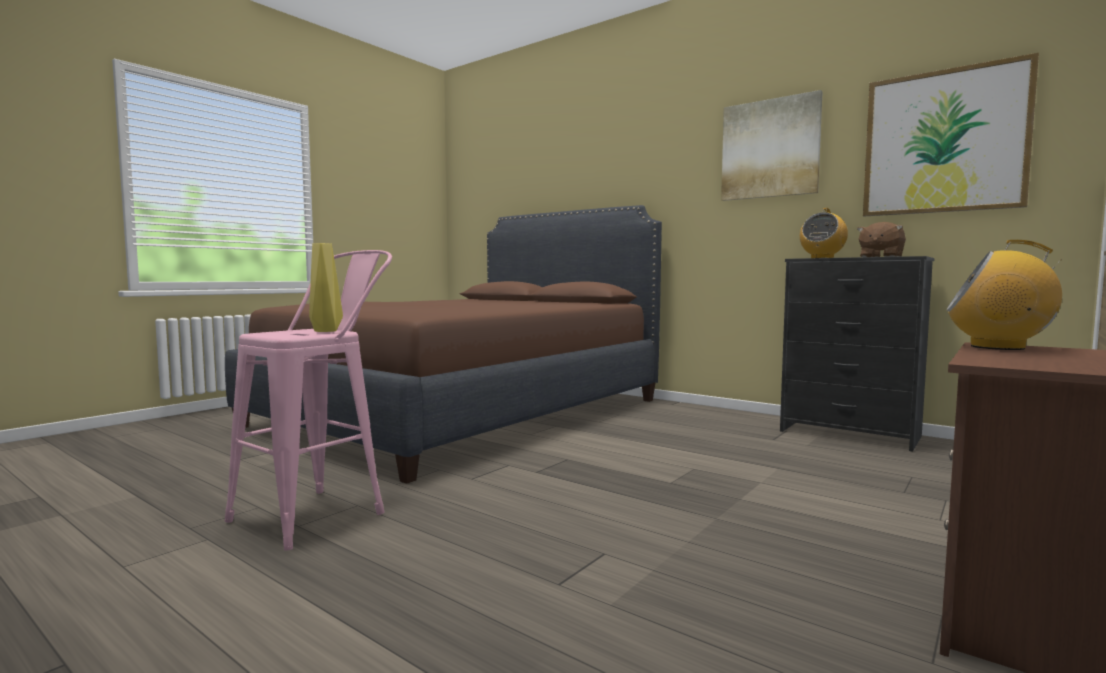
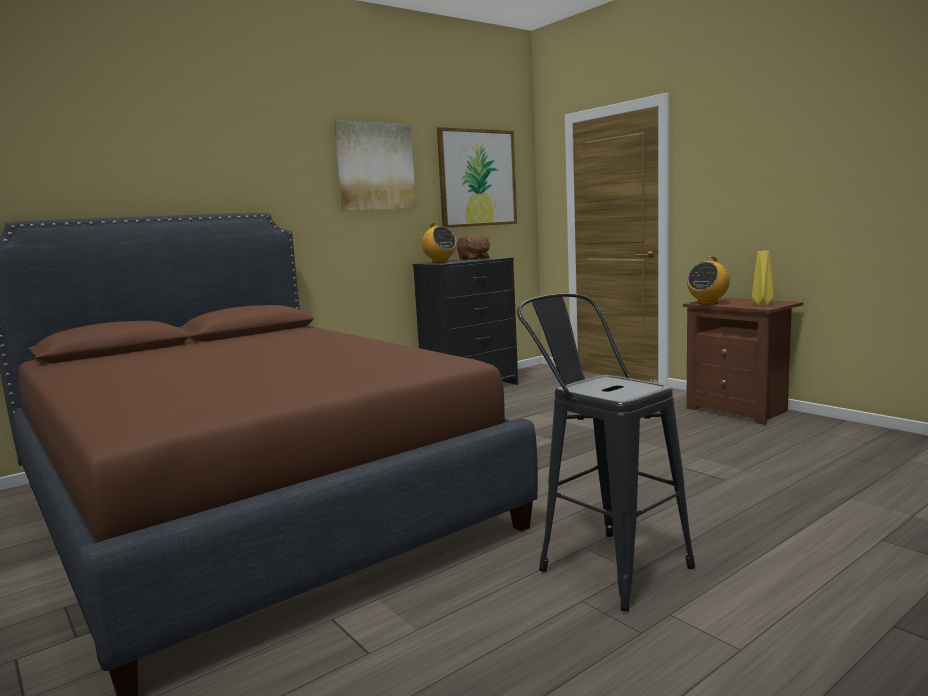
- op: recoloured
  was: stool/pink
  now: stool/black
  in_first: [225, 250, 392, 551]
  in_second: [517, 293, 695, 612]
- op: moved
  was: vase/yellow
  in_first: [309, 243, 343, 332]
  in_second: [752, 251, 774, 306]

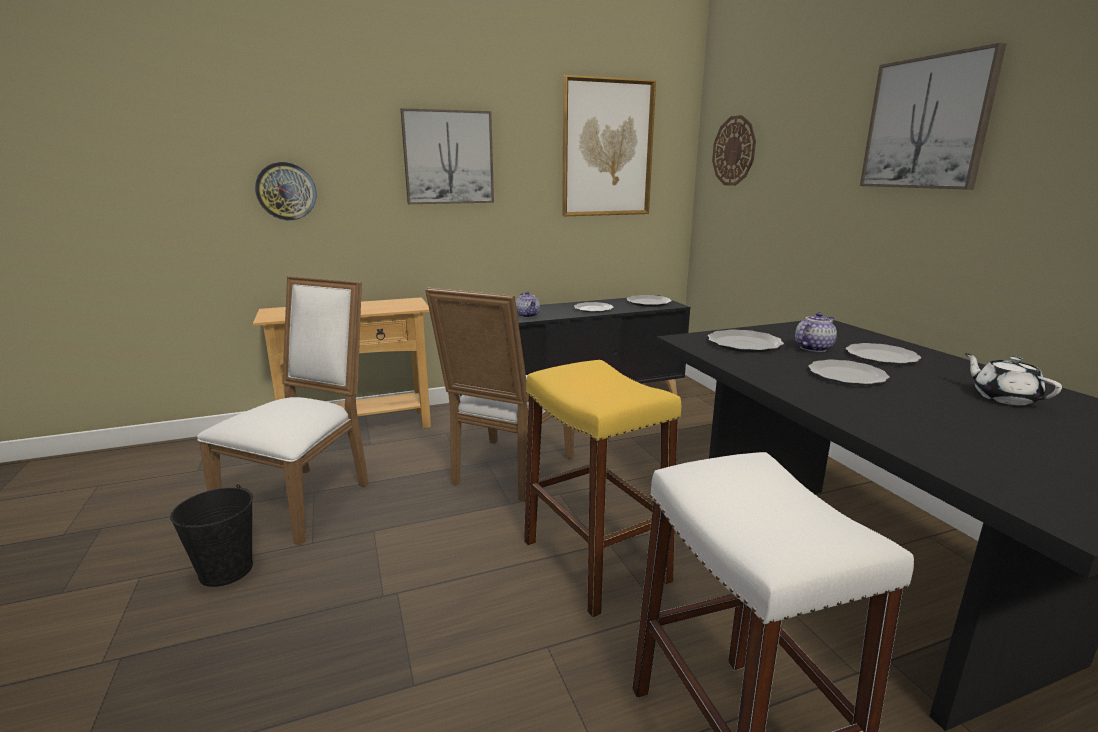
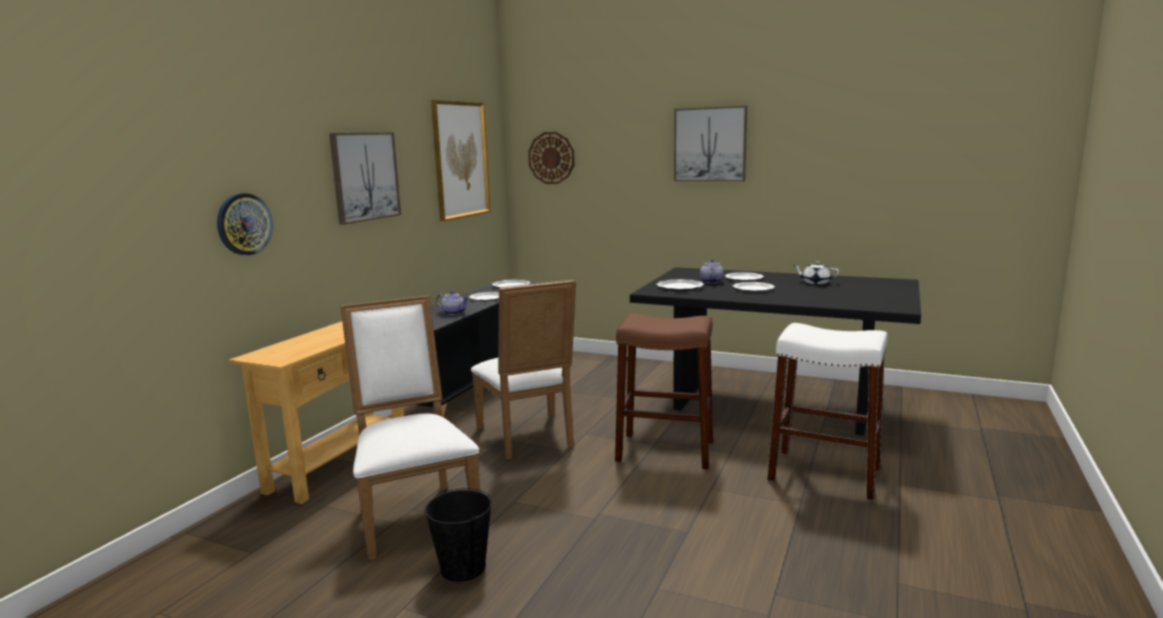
- op: recoloured
  was: stool/yellow
  now: stool/brown
  in_first: [524, 360, 681, 617]
  in_second: [615, 313, 713, 470]

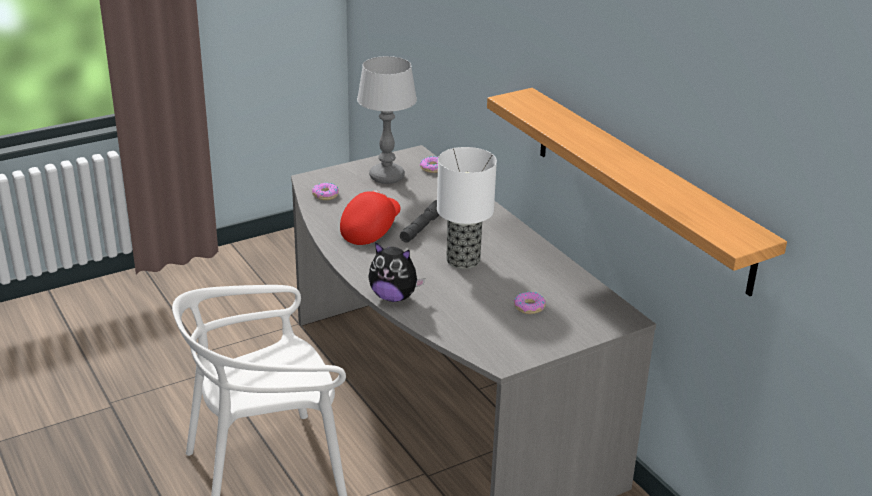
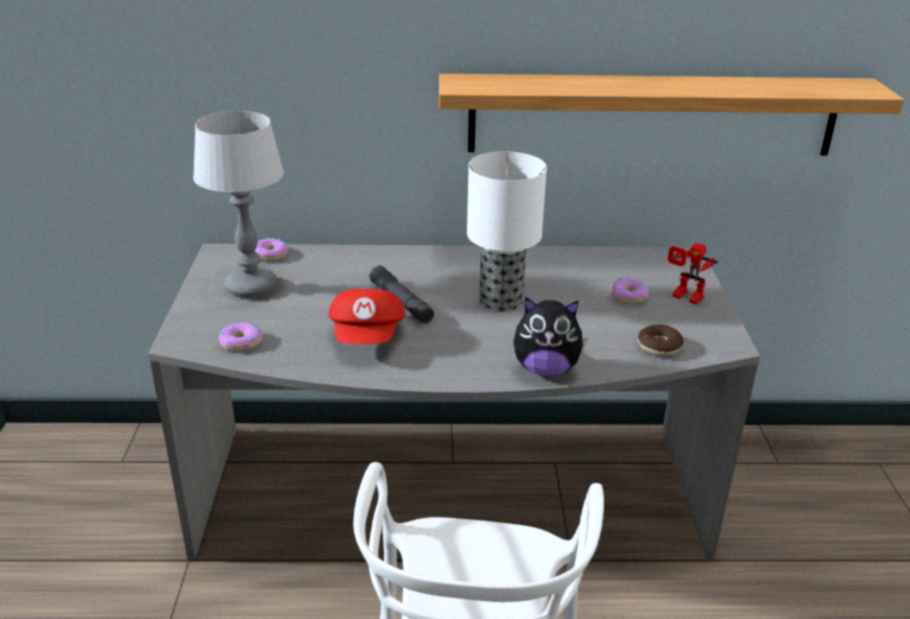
- op: turned
  was: cap/red
  in_first: [340, 190, 401, 245]
  in_second: [328, 289, 406, 344]
  clockwise: -150
- op: turned
  was: plush toy
  in_first: [368, 242, 425, 302]
  in_second: [513, 297, 588, 377]
  clockwise: 45
- op: added
  now: donut
  in_second: [638, 324, 684, 357]
- op: added
  now: toy robot
  in_second: [668, 243, 718, 305]

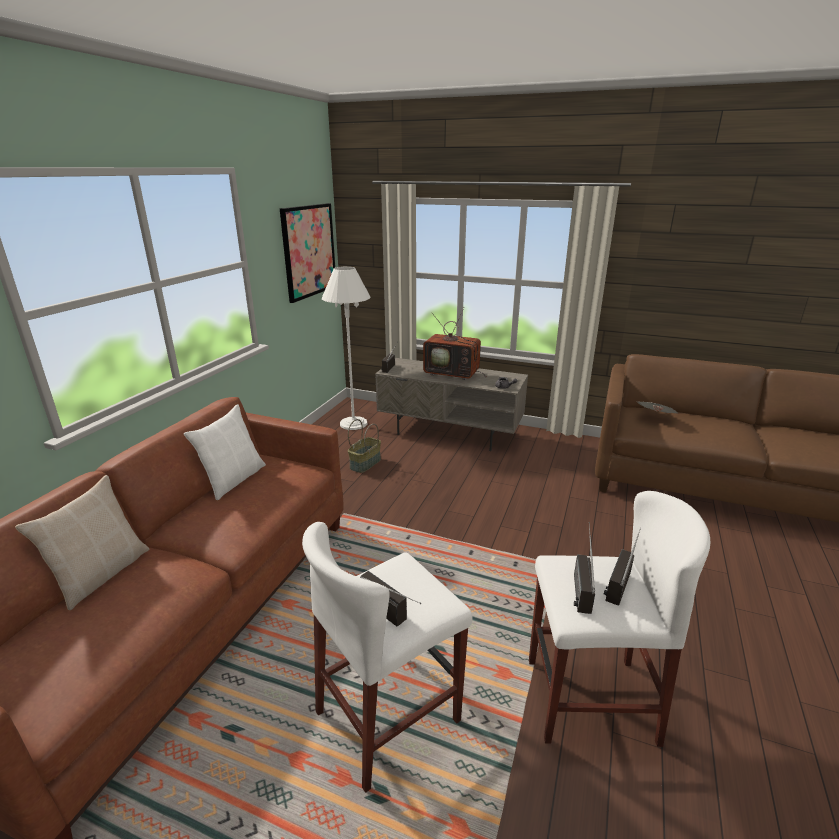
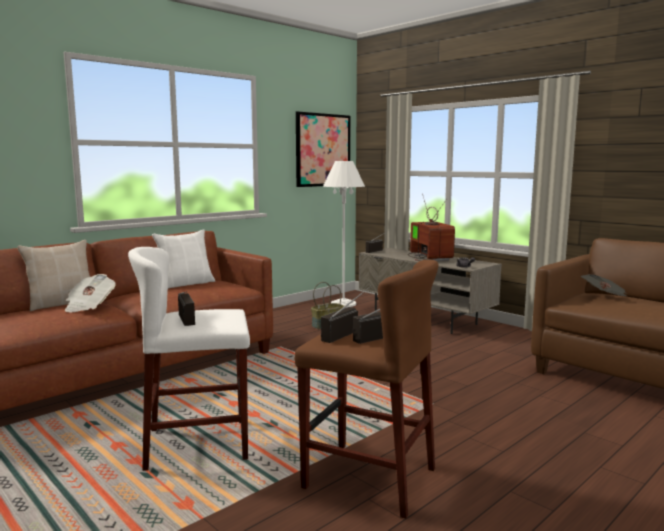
- op: turned
  was: television
  in_first: [423, 308, 487, 380]
  in_second: [408, 196, 455, 261]
  clockwise: -150
- op: recoloured
  was: stool/white
  now: stool/brown
  in_first: [529, 491, 710, 747]
  in_second: [294, 260, 438, 519]
- op: added
  now: newspaper
  in_second: [65, 274, 116, 312]

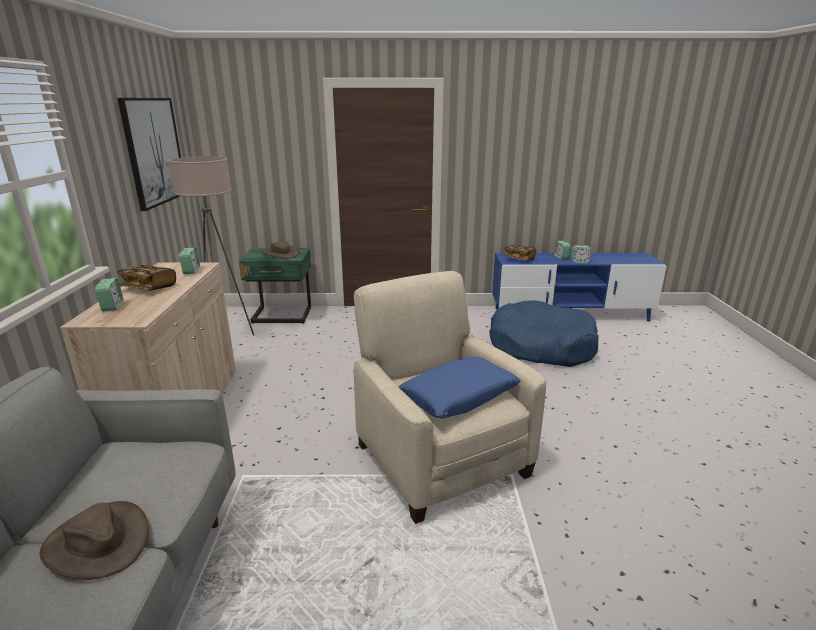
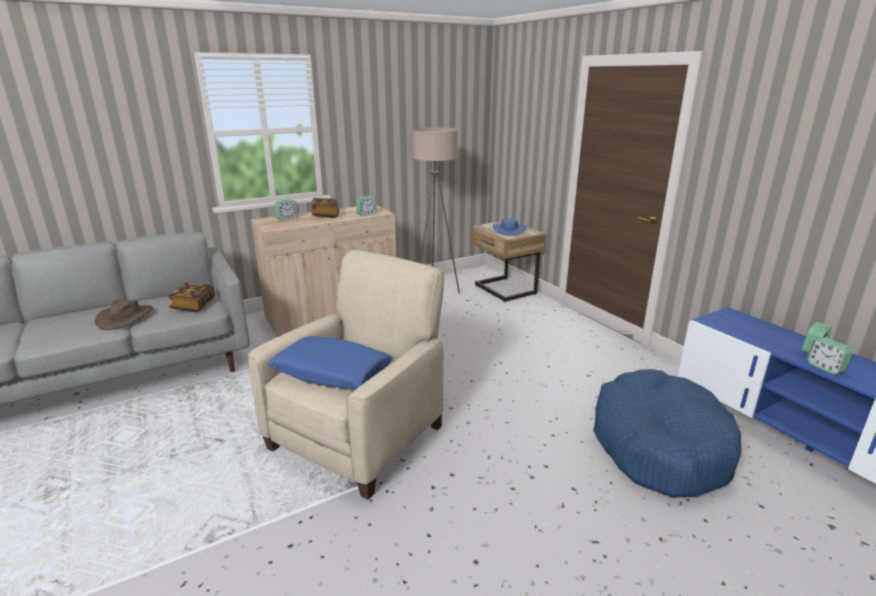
- op: removed
  was: picture
  in_first: [117, 98, 181, 211]
- op: recoloured
  was: nightstand/green
  now: nightstand/beige
  in_first: [239, 248, 311, 324]
  in_second: [472, 221, 545, 302]
- op: recoloured
  was: hat/brown
  now: hat/blue
  in_first: [261, 241, 299, 258]
  in_second: [493, 218, 526, 236]
- op: moved
  was: book
  in_first: [503, 244, 536, 261]
  in_second: [168, 283, 215, 312]

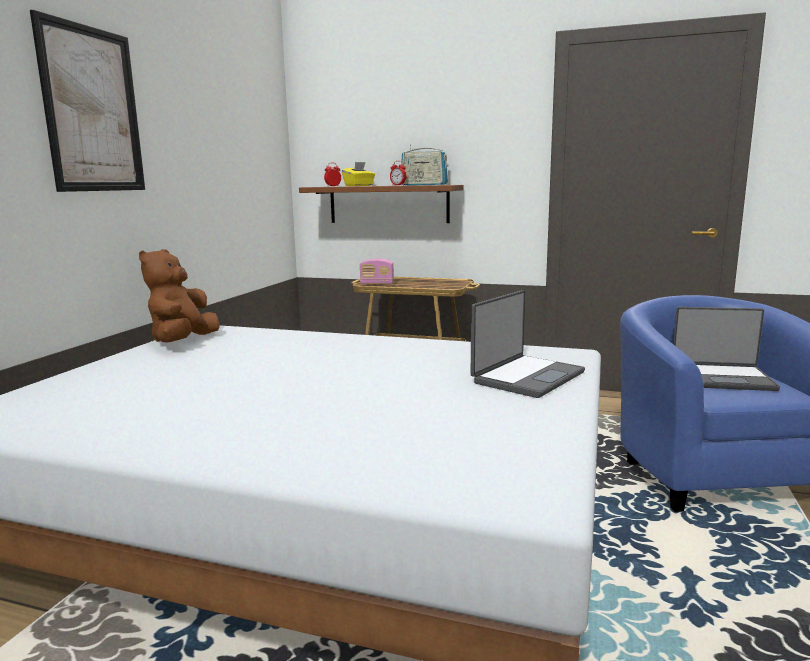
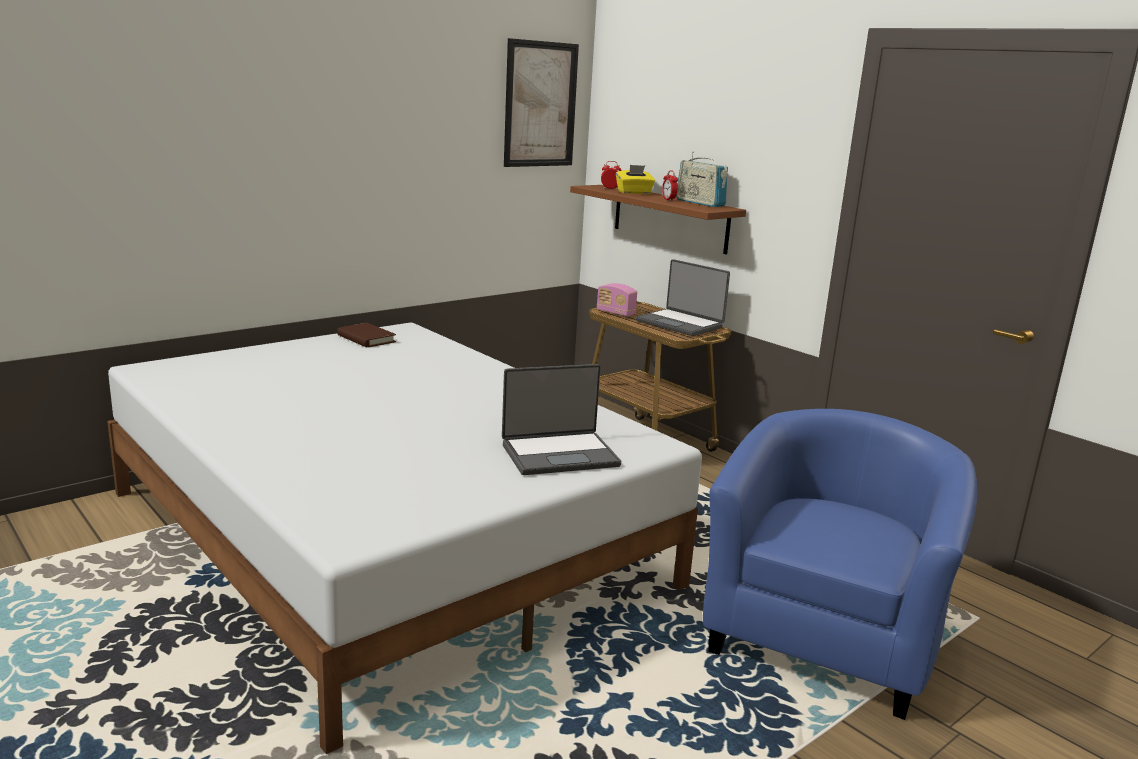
- op: moved
  was: picture
  in_first: [30, 10, 145, 192]
  in_second: [504, 38, 579, 167]
- op: replaced
  was: plush toy/brown
  now: book/brown
  in_first: [139, 249, 220, 343]
  in_second: [337, 323, 396, 348]
- op: moved
  was: laptop
  in_first: [673, 307, 780, 391]
  in_second: [636, 259, 730, 336]

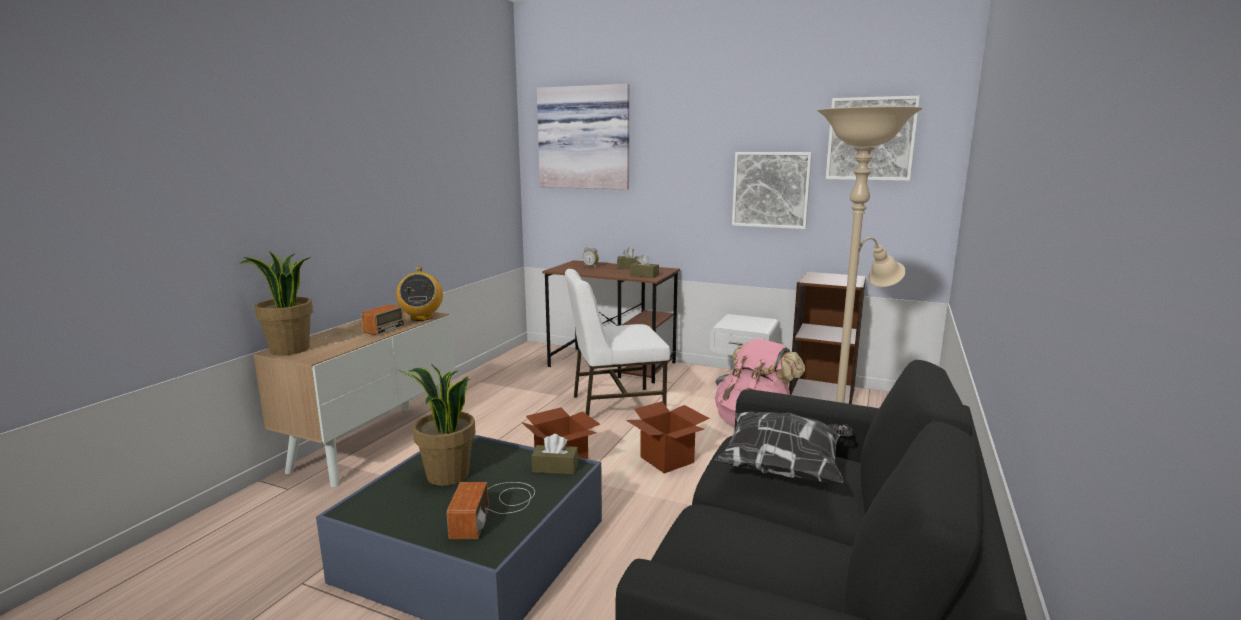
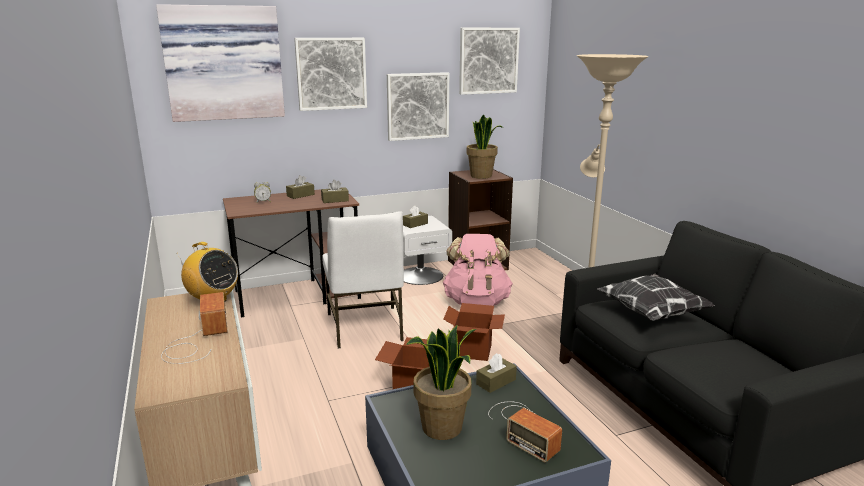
- op: moved
  was: potted plant
  in_first: [240, 251, 313, 355]
  in_second: [467, 115, 503, 179]
- op: turned
  was: chair/white
  in_first: [565, 269, 670, 416]
  in_second: [322, 211, 404, 348]
  clockwise: -45
- op: added
  now: picture
  in_second: [294, 38, 367, 111]
- op: added
  now: tissue box/brown
  in_second: [403, 206, 428, 228]

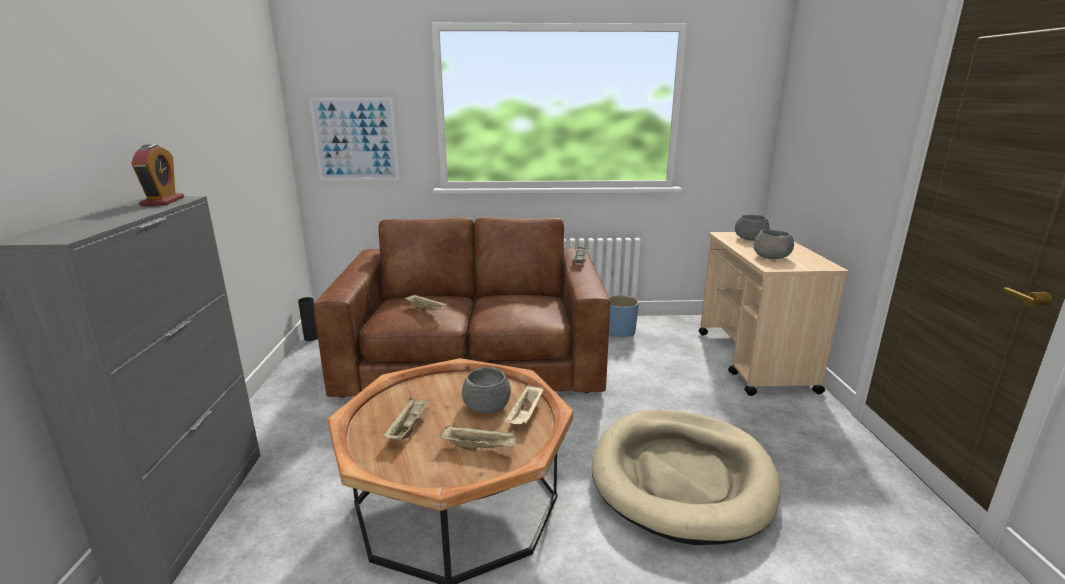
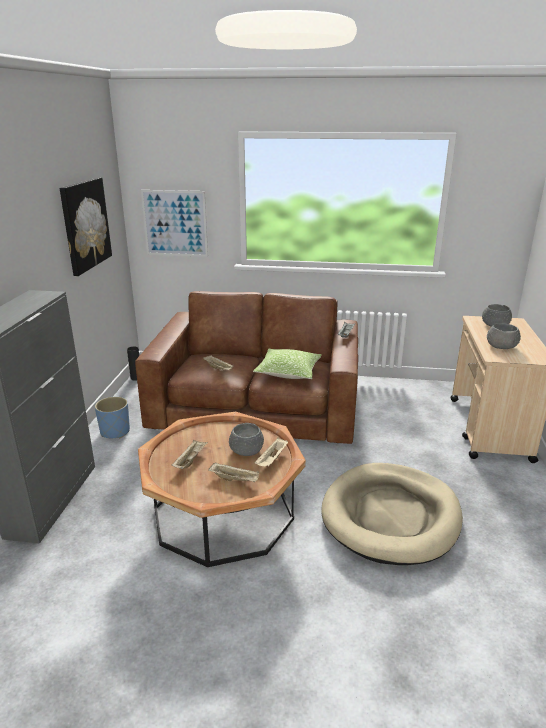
- op: removed
  was: alarm clock
  in_first: [131, 144, 184, 206]
- op: moved
  was: planter/blue
  in_first: [609, 295, 639, 337]
  in_second: [95, 397, 130, 438]
- op: added
  now: picture
  in_second: [60, 177, 112, 276]
- op: added
  now: pillow
  in_second: [253, 349, 322, 379]

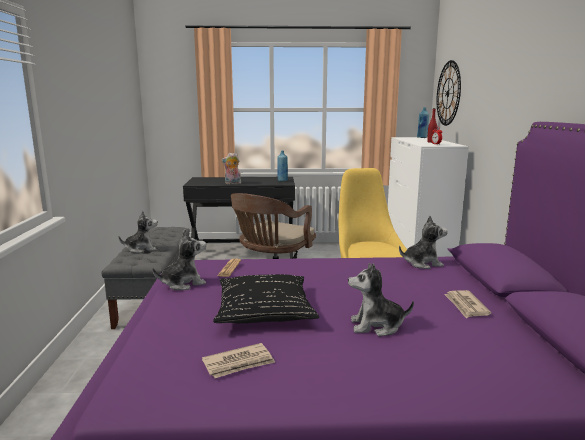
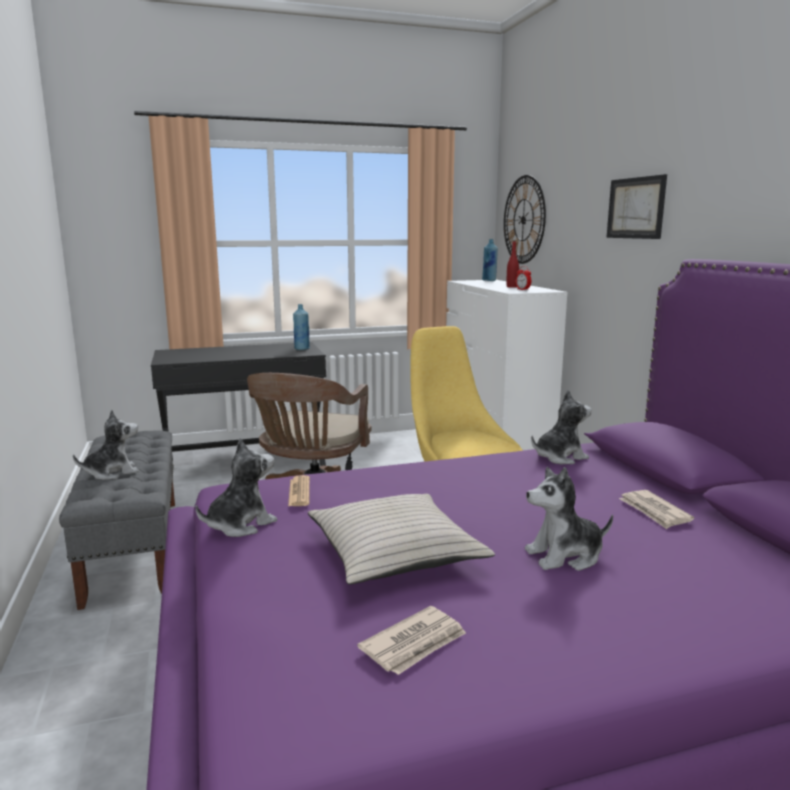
- op: recoloured
  was: pillow/black
  now: pillow/beige
  in_first: [213, 274, 319, 323]
  in_second: [308, 494, 495, 585]
- op: removed
  was: plush toy
  in_first: [222, 153, 241, 184]
- op: added
  now: picture
  in_second: [606, 174, 667, 239]

